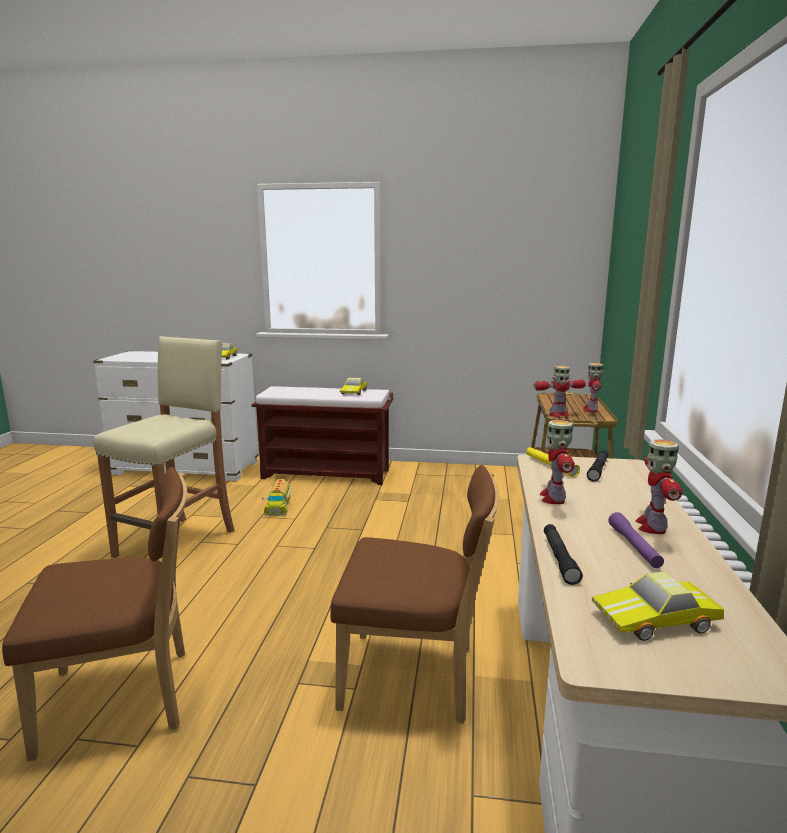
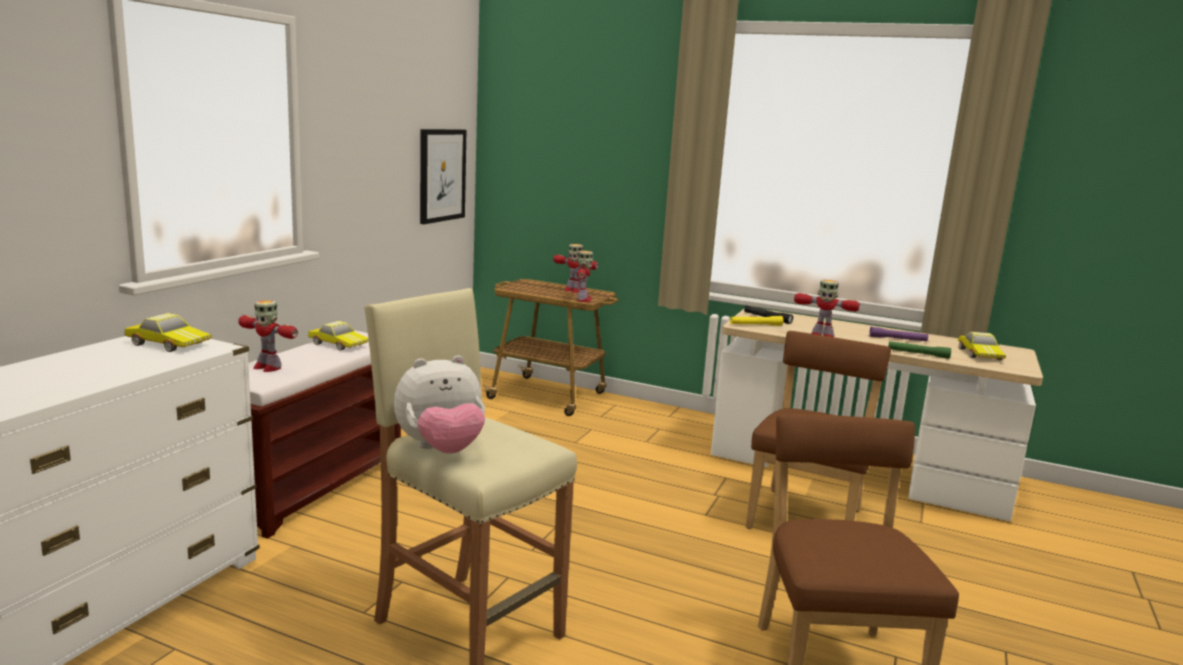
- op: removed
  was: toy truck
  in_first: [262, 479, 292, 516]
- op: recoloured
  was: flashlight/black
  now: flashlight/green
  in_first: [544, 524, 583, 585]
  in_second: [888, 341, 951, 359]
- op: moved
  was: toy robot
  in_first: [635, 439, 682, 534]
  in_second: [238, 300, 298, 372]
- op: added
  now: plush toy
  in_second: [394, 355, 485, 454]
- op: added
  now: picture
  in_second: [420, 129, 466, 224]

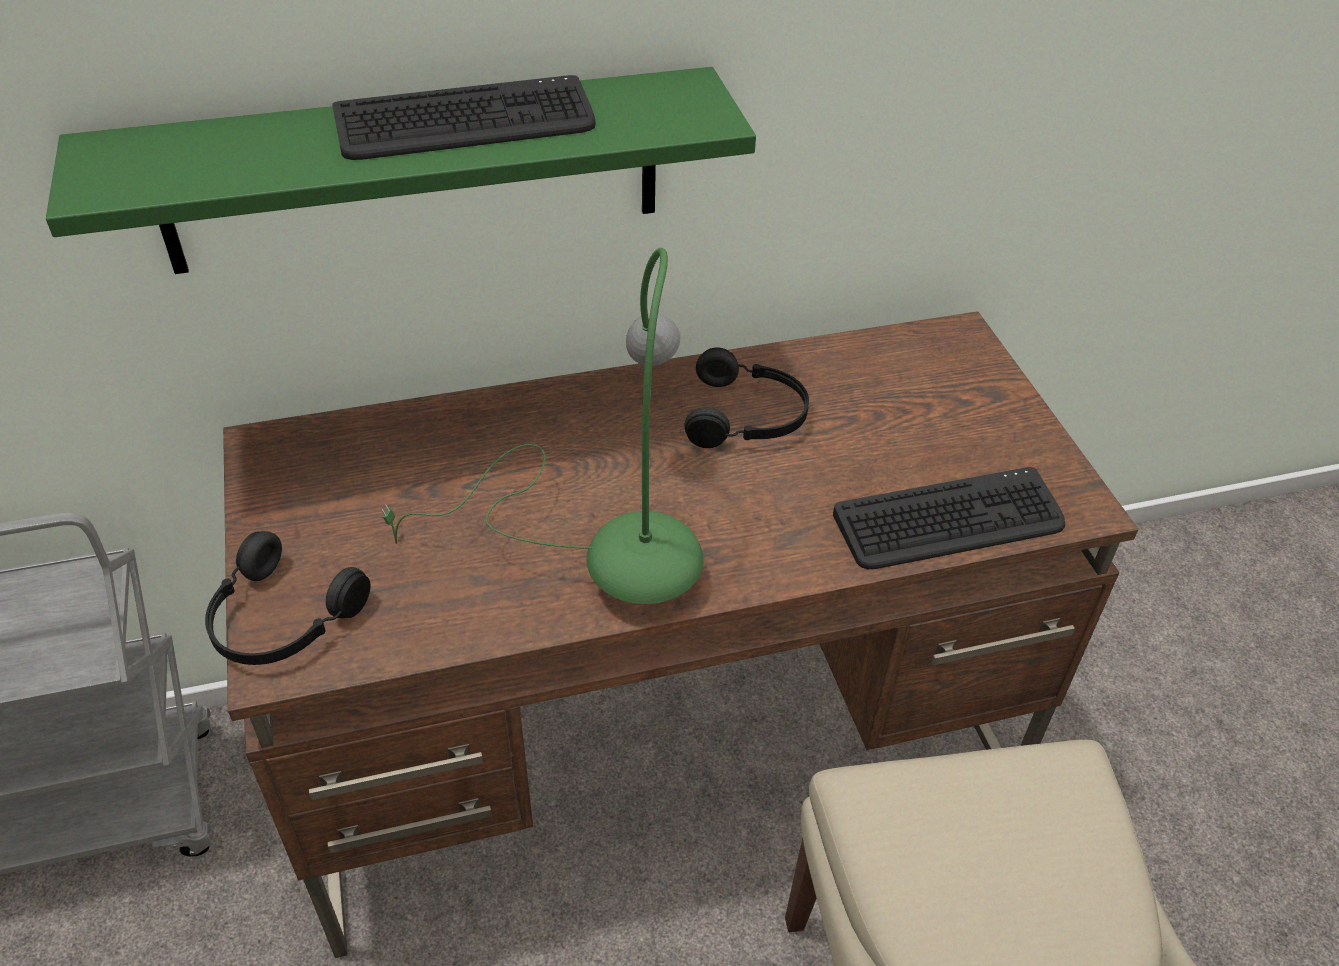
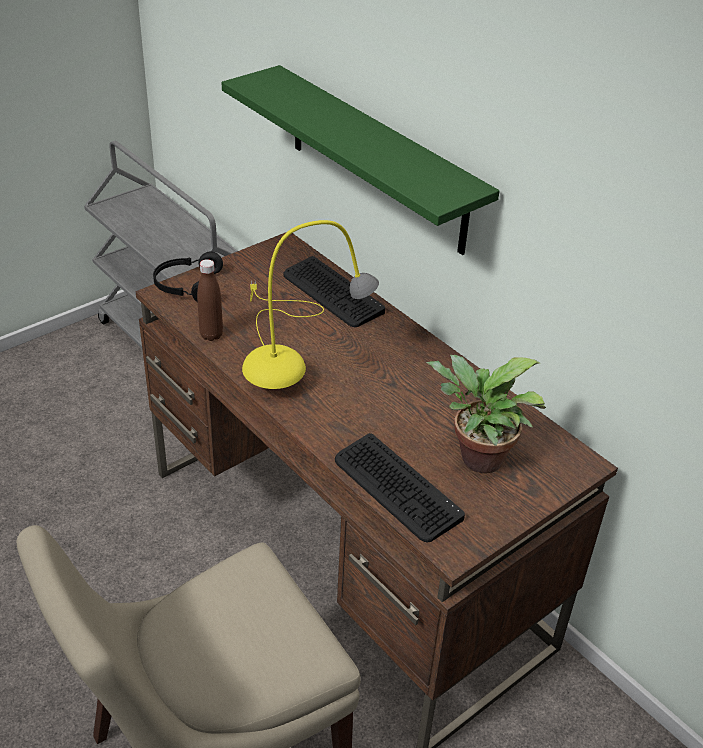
- op: moved
  was: keyboard
  in_first: [332, 75, 596, 160]
  in_second: [284, 256, 385, 327]
- op: recoloured
  was: table lamp/green
  now: table lamp/yellow
  in_first: [382, 248, 704, 604]
  in_second: [242, 220, 379, 389]
- op: removed
  was: headphones/black
  in_first: [685, 347, 809, 448]
- op: added
  now: bottle/brown
  in_second: [197, 259, 223, 341]
- op: added
  now: potted plant
  in_second: [426, 355, 546, 473]

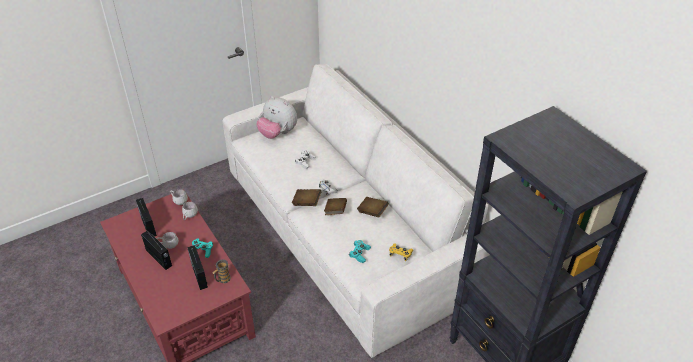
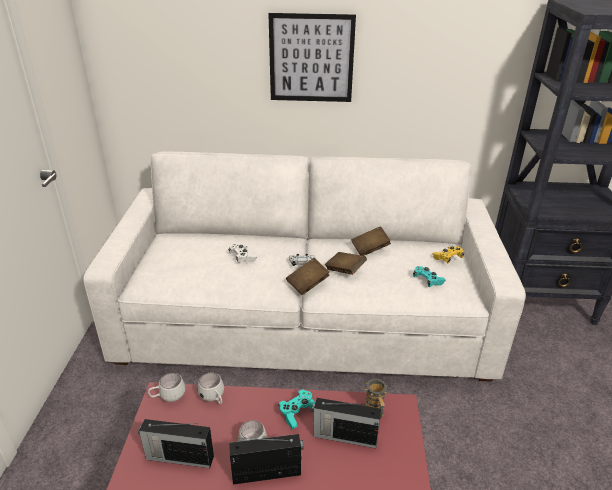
- op: removed
  was: plush toy
  in_first: [256, 96, 297, 139]
- op: added
  now: picture
  in_second: [268, 13, 356, 102]

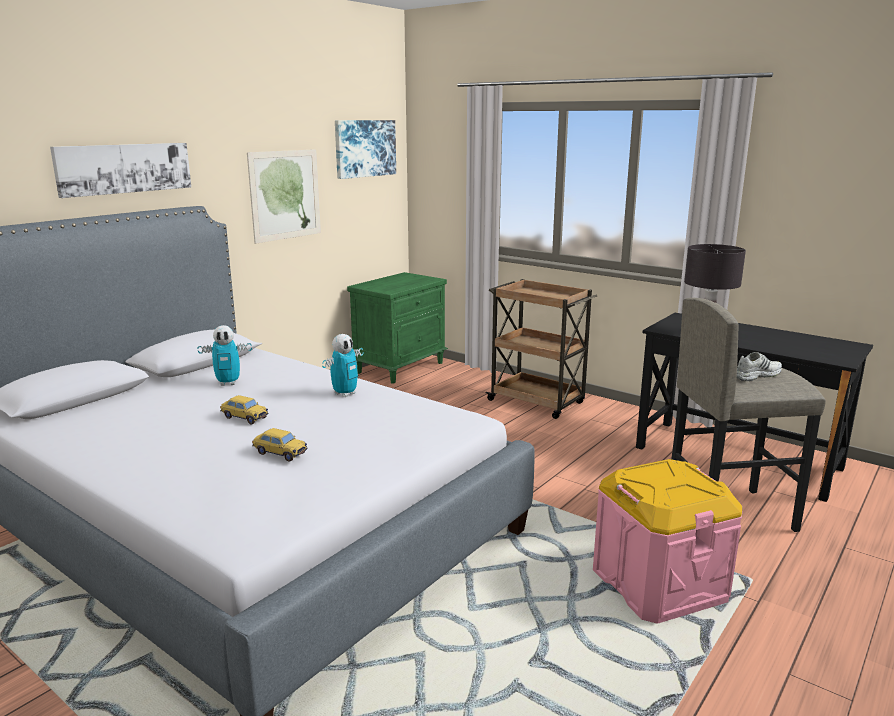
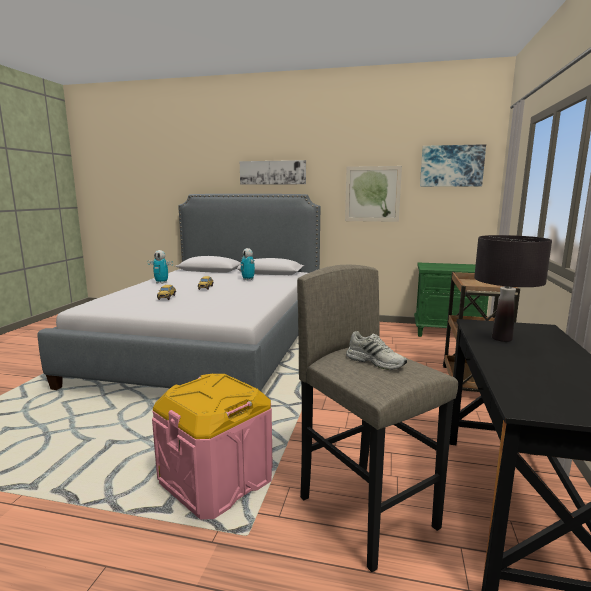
- op: moved
  was: toy robot
  in_first: [322, 334, 364, 397]
  in_second: [148, 250, 173, 284]

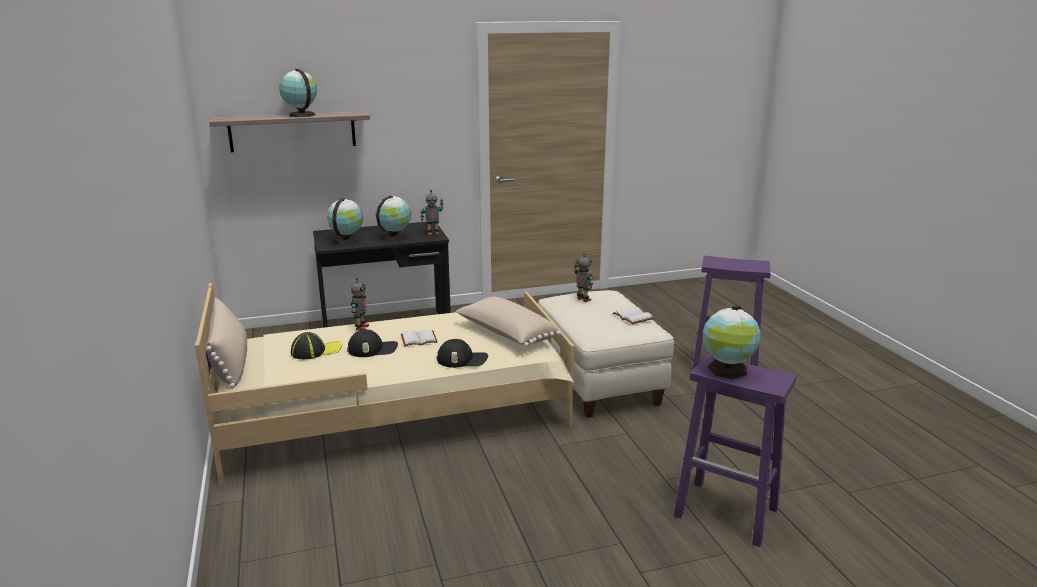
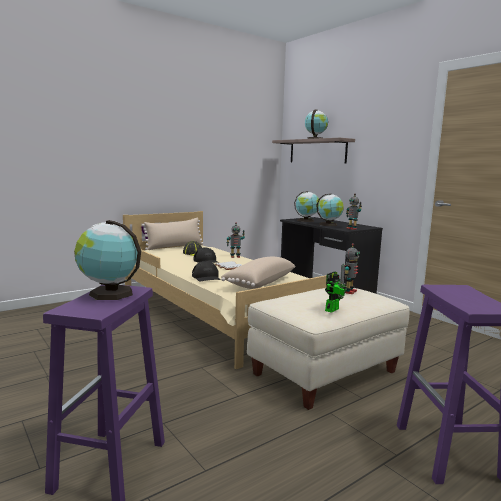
- op: replaced
  was: book/white
  now: toy robot
  in_first: [613, 307, 654, 324]
  in_second: [325, 263, 347, 313]

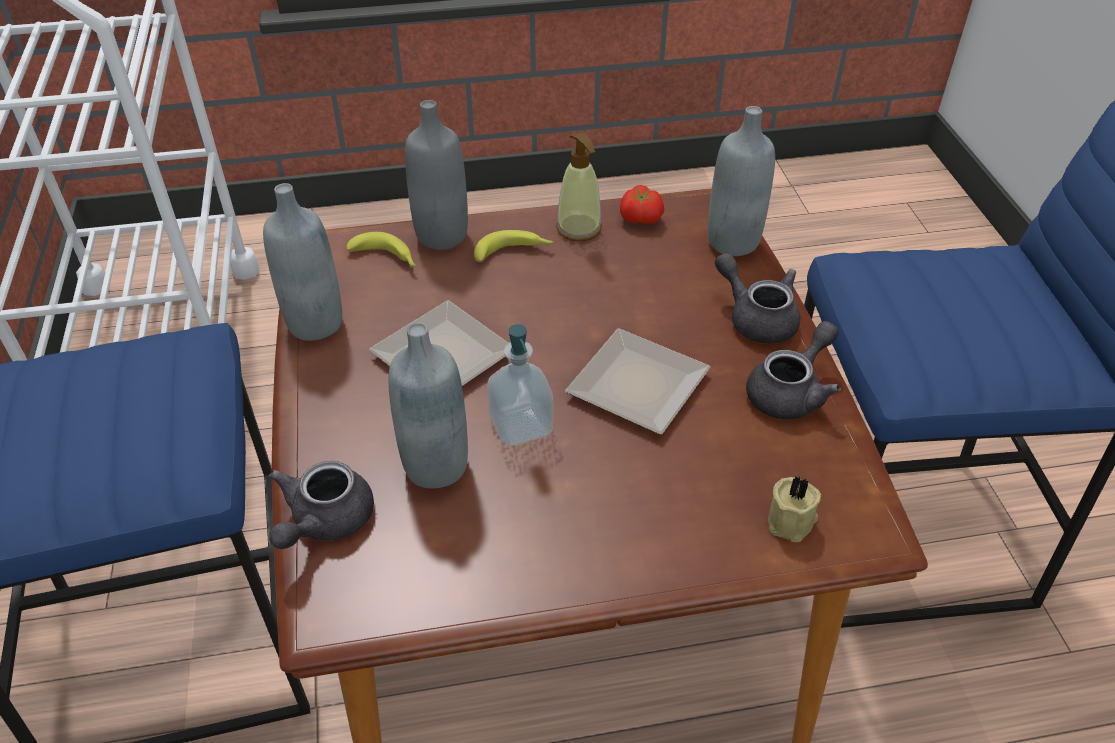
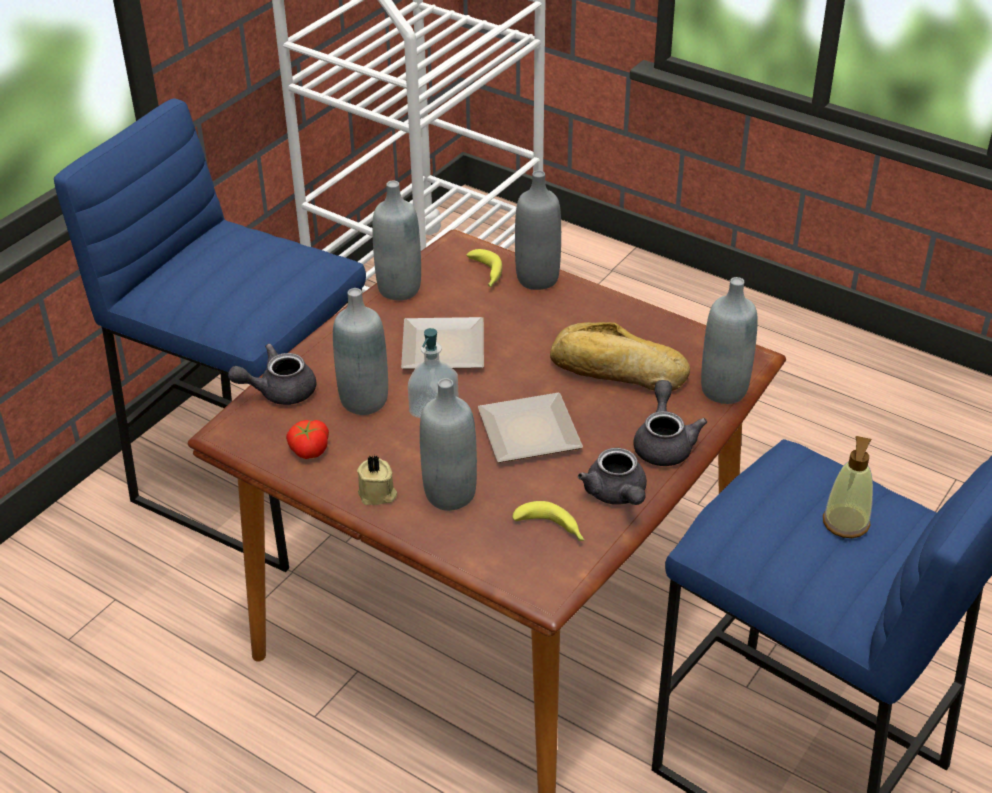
- op: moved
  was: banana
  in_first: [474, 230, 554, 262]
  in_second: [512, 501, 585, 541]
- op: moved
  was: soap dispenser
  in_first: [556, 132, 602, 242]
  in_second: [823, 436, 873, 538]
- op: moved
  was: tomato
  in_first: [620, 185, 664, 224]
  in_second: [286, 420, 329, 459]
- op: turned
  was: teapot/grey
  in_first: [746, 321, 841, 420]
  in_second: [578, 448, 647, 505]
  clockwise: 75
- op: moved
  was: candle/beige
  in_first: [768, 476, 821, 542]
  in_second: [357, 455, 397, 505]
- op: added
  now: bottle/grey
  in_second: [420, 378, 477, 511]
- op: added
  now: bread
  in_second: [550, 322, 690, 391]

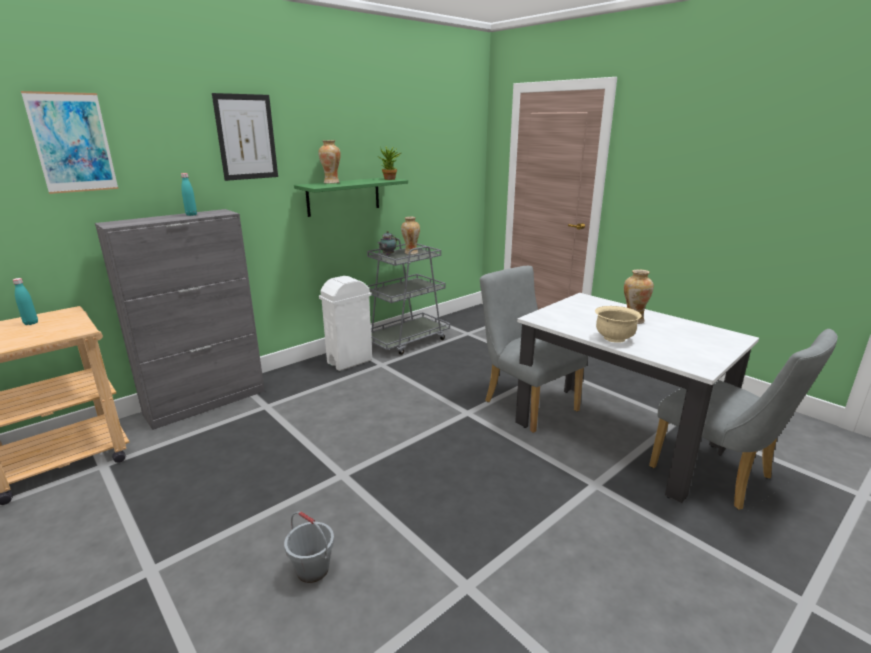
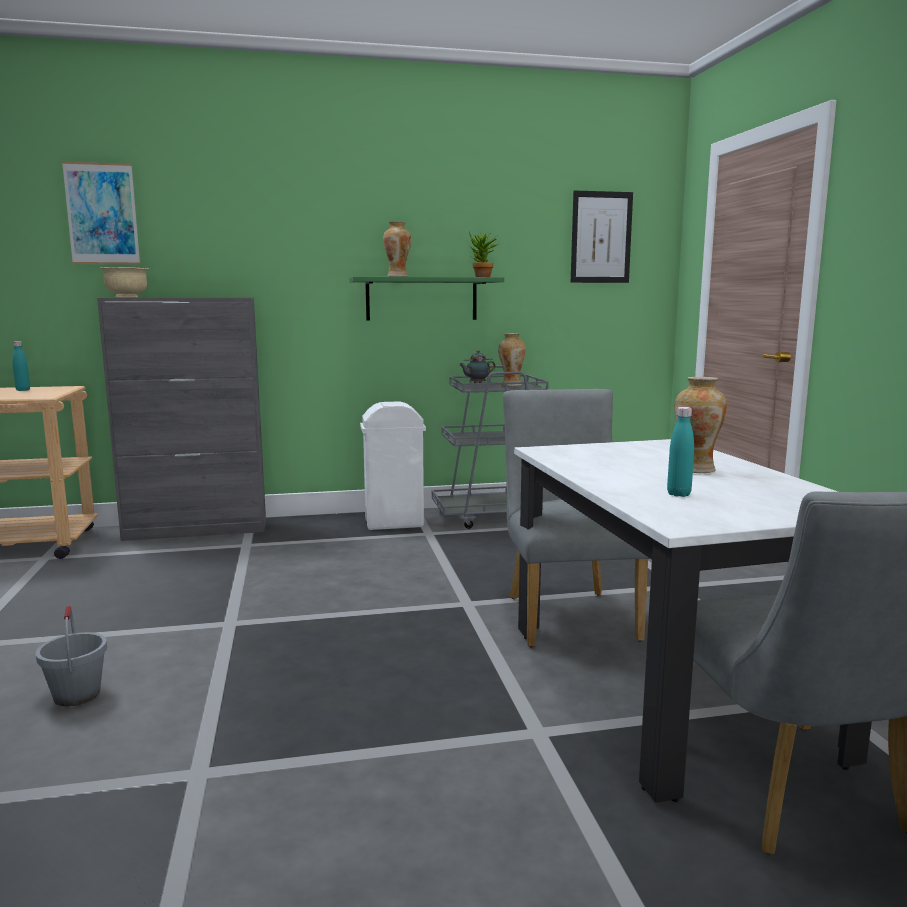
- op: moved
  was: bottle/turquoise
  in_first: [181, 173, 197, 216]
  in_second: [667, 407, 694, 497]
- op: moved
  was: picture
  in_first: [212, 93, 278, 181]
  in_second: [571, 190, 633, 283]
- op: moved
  was: bowl/beige
  in_first: [595, 306, 642, 343]
  in_second: [100, 267, 149, 297]

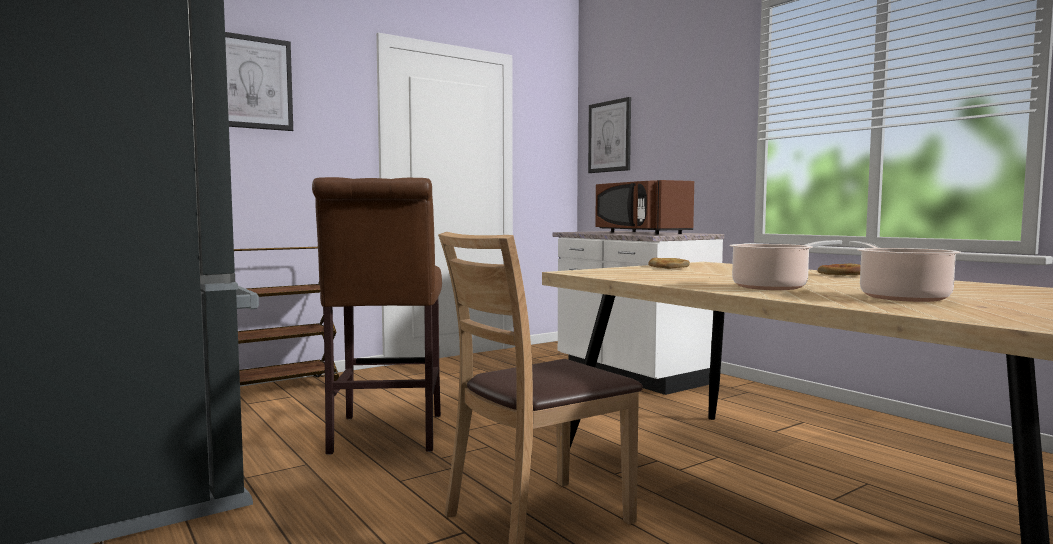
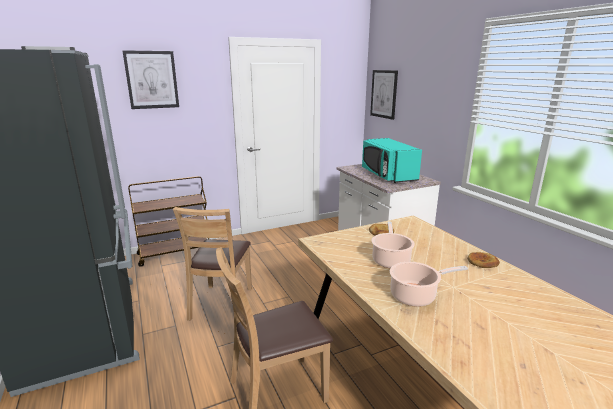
- op: replaced
  was: stool/brown
  now: chair/brown
  in_first: [312, 177, 442, 455]
  in_second: [173, 207, 252, 321]
- op: recoloured
  was: microwave/brown
  now: microwave/turquoise
  in_first: [595, 180, 694, 234]
  in_second: [362, 138, 422, 183]
- op: moved
  was: cooking pot
  in_first: [849, 241, 961, 302]
  in_second: [372, 222, 415, 268]

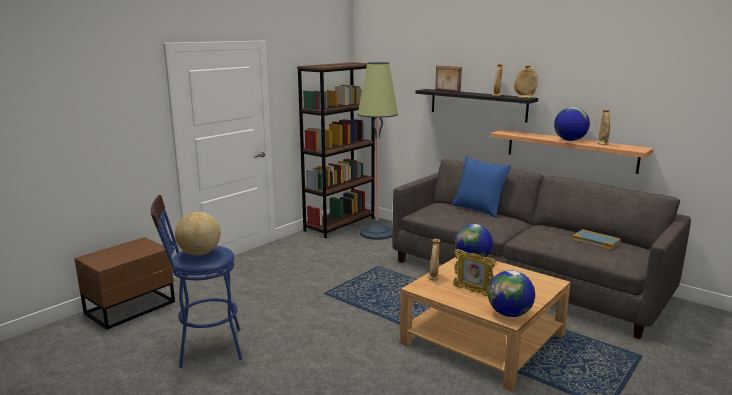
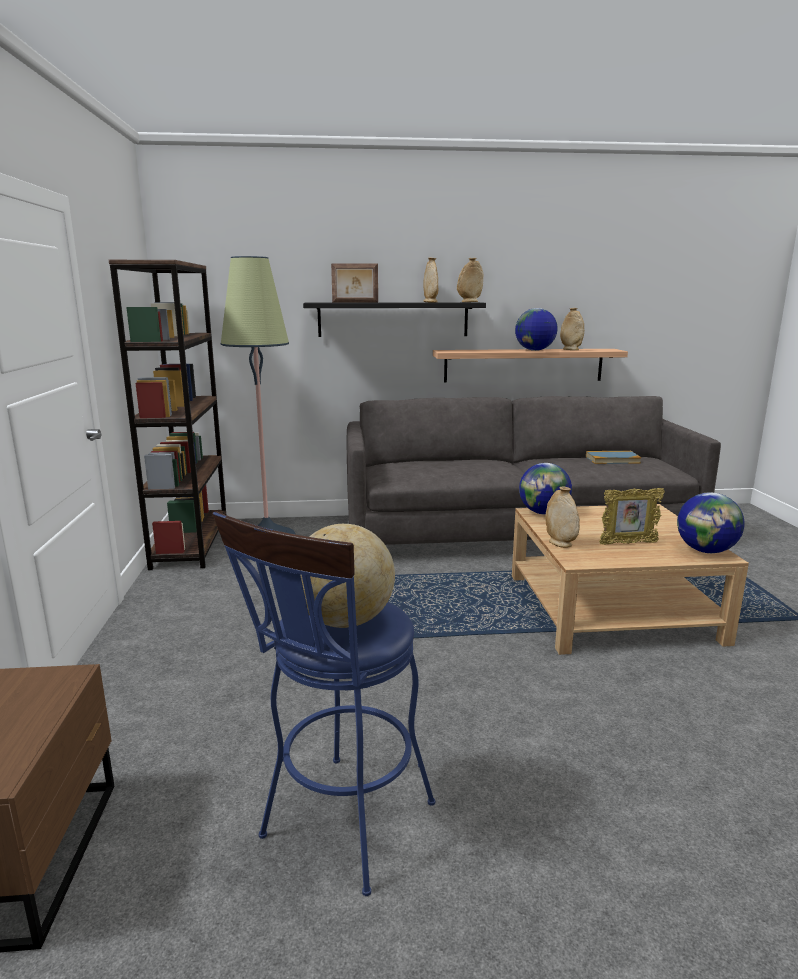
- op: removed
  was: pillow/blue
  in_first: [452, 157, 511, 218]

